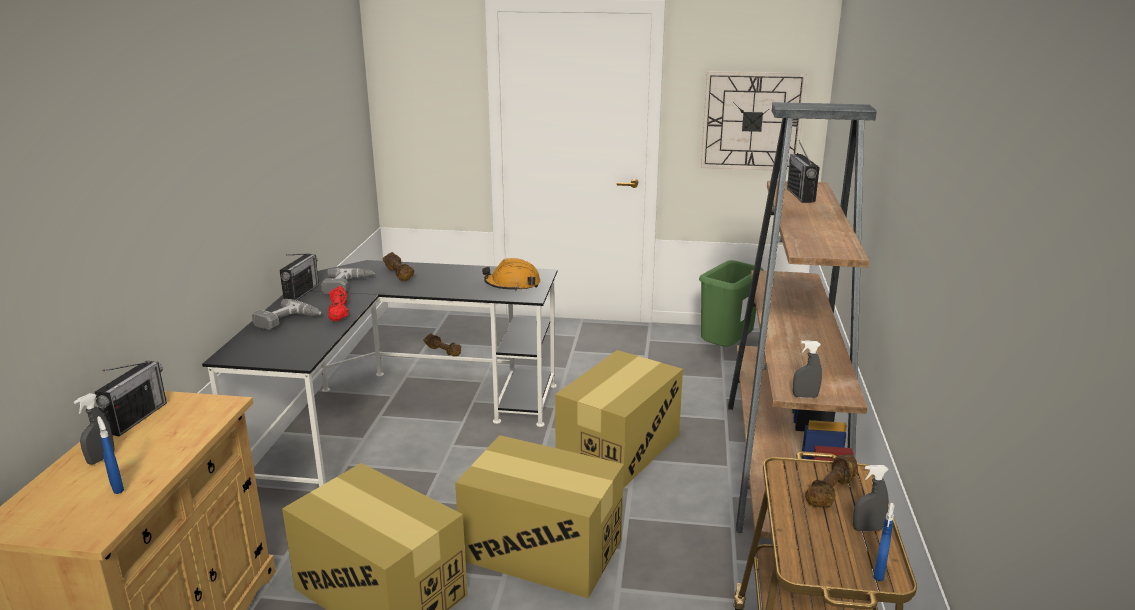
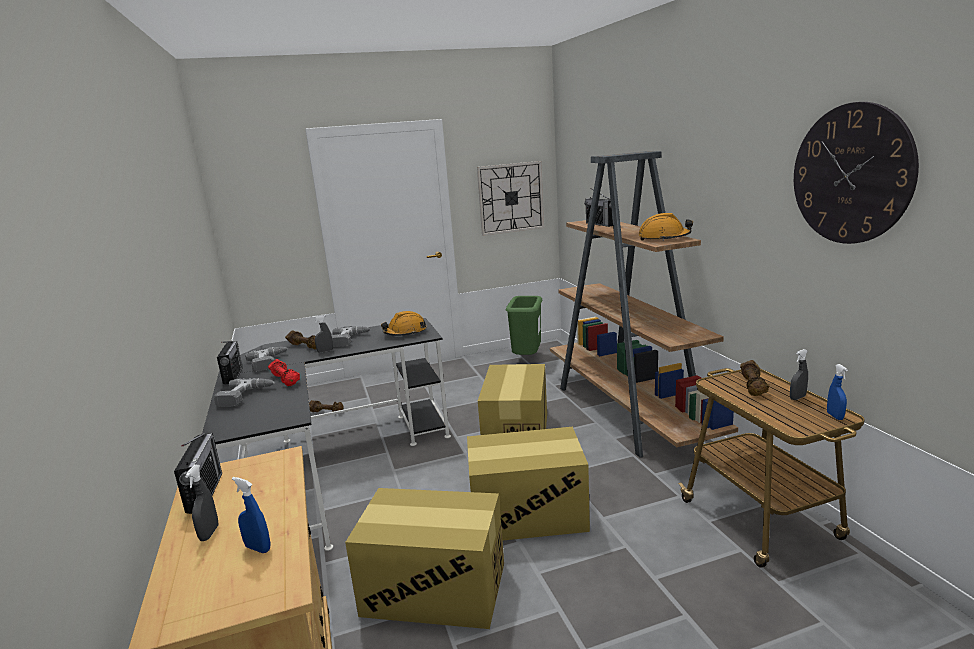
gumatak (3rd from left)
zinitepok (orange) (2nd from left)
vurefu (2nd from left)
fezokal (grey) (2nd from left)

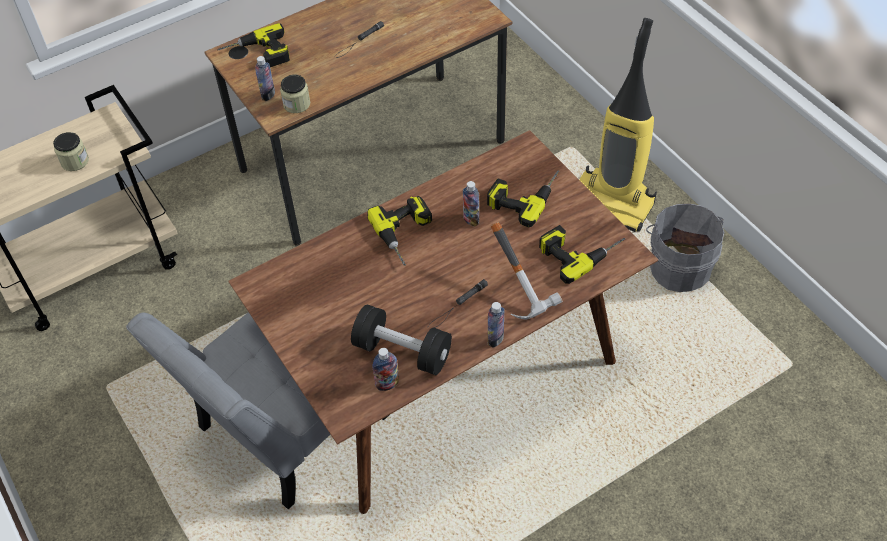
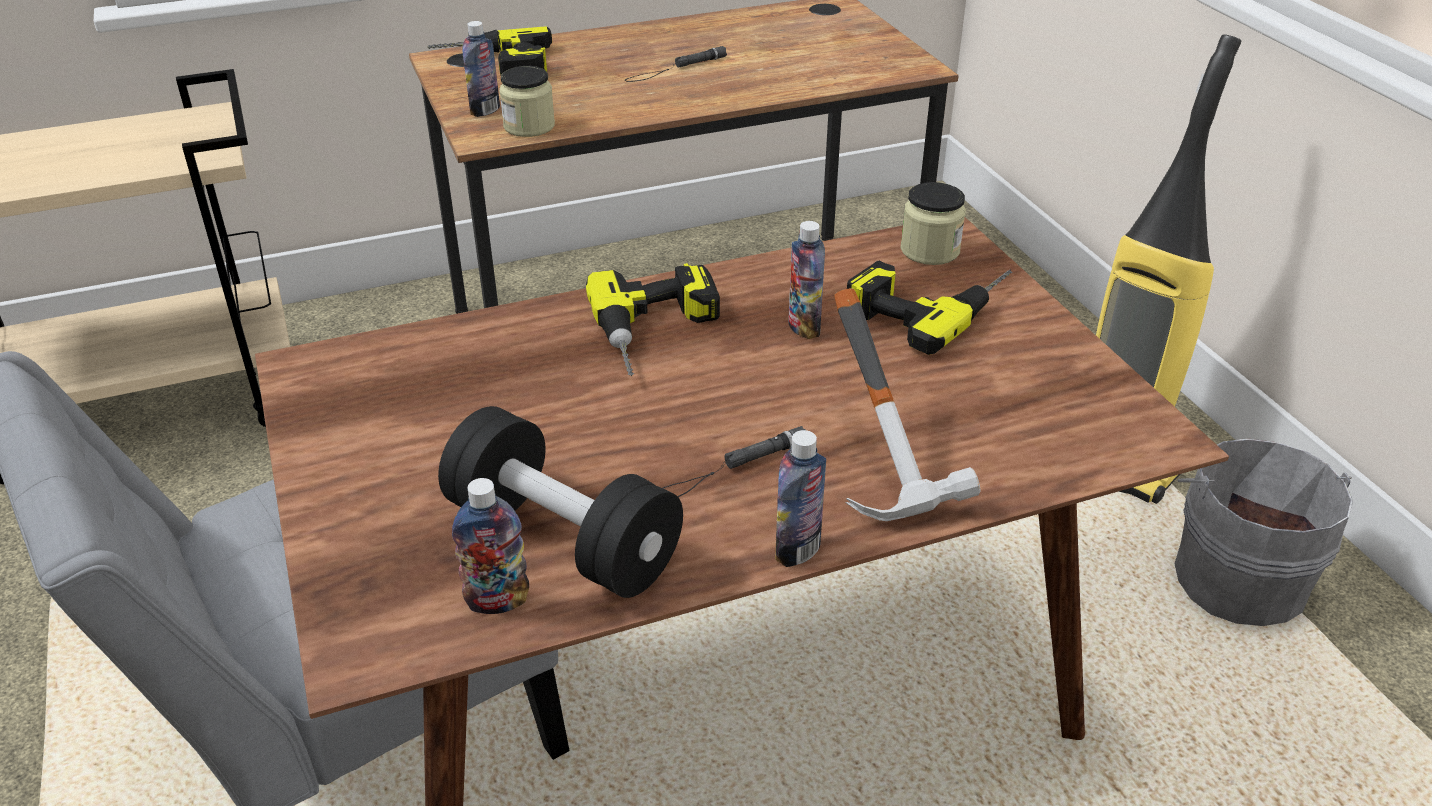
gumatak (4th from left in the first image)
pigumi (2nd from left)

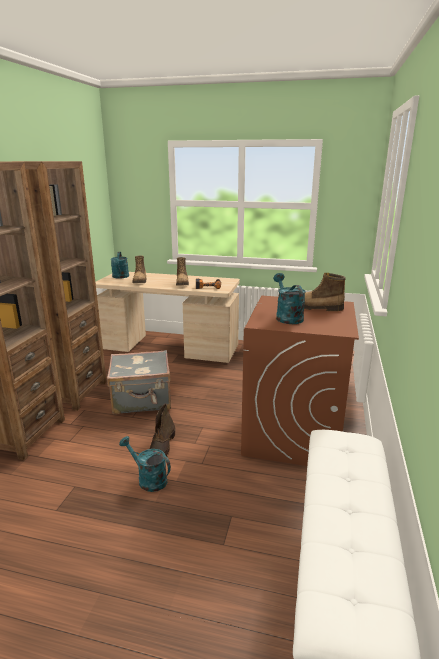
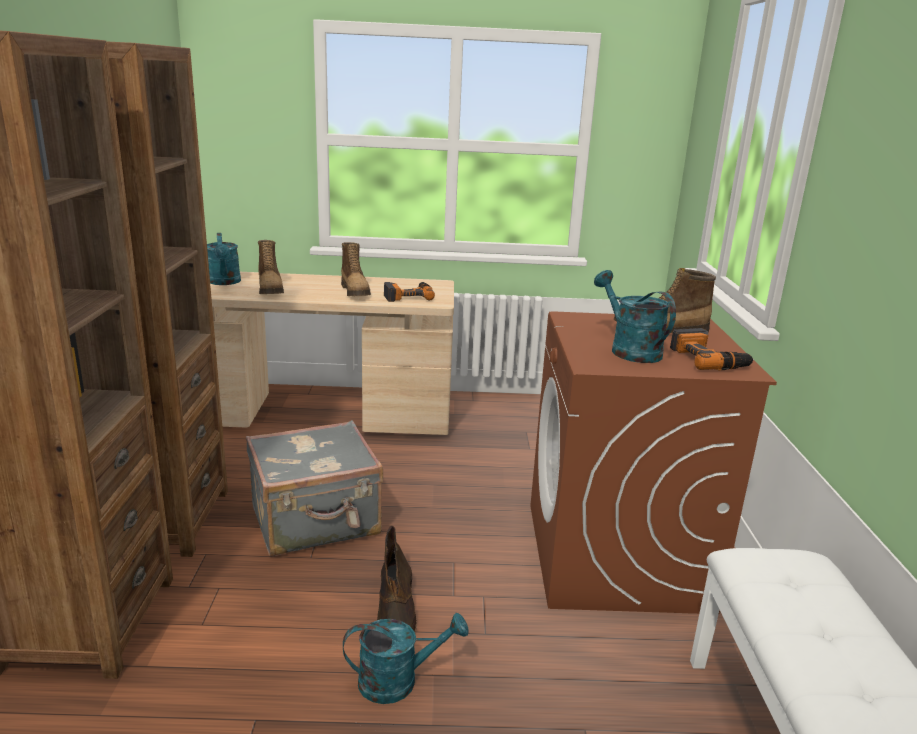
gumatak (2nd from left)
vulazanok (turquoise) (2nd from left)

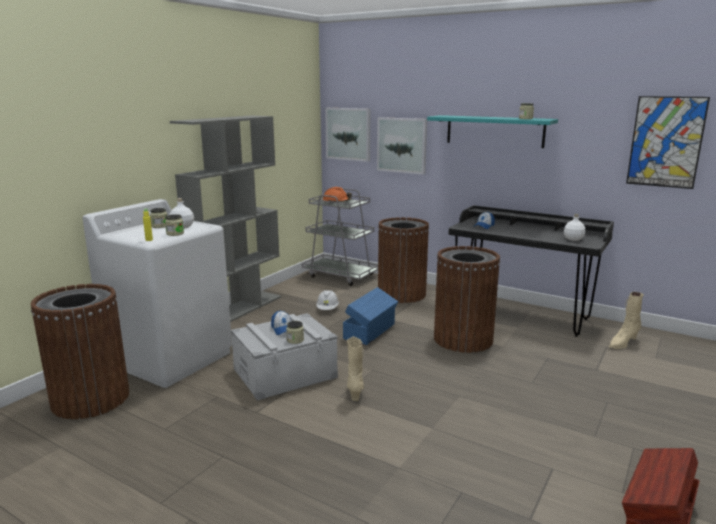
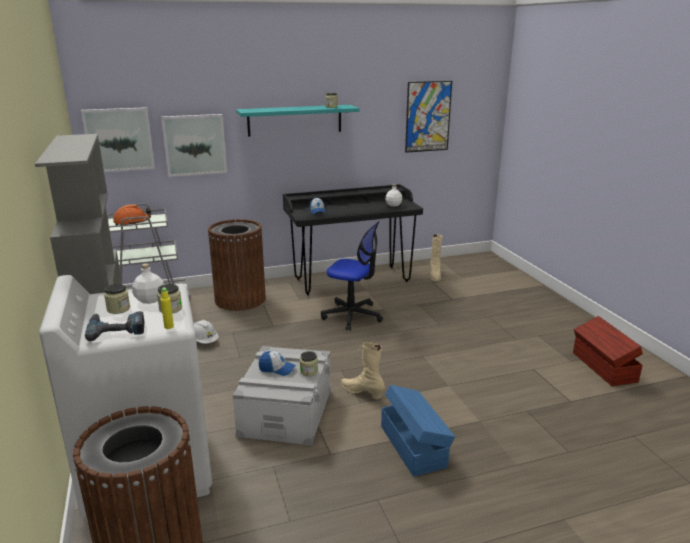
gumatak
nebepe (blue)
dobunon

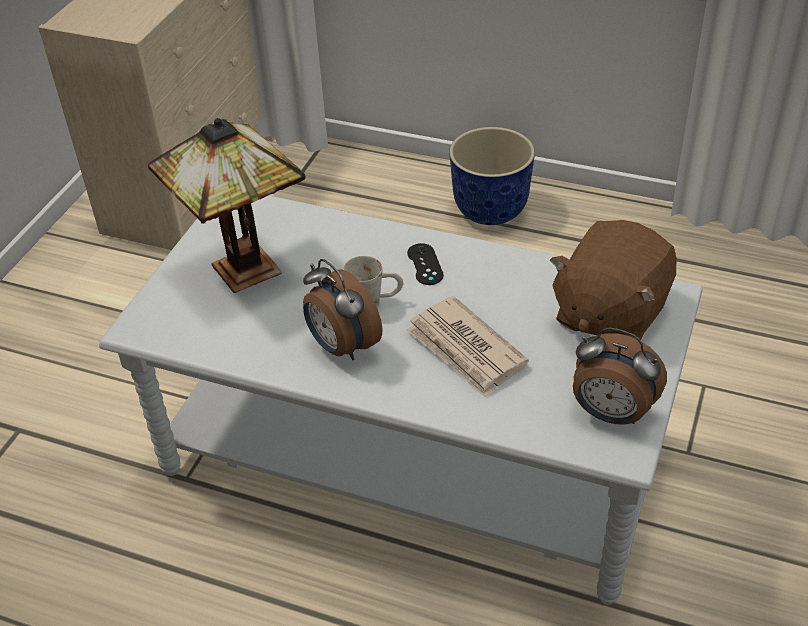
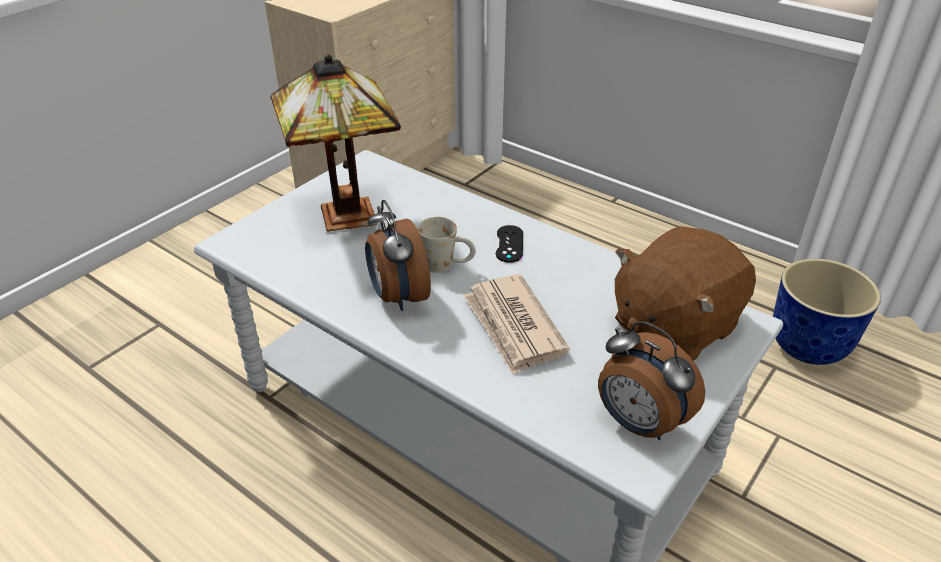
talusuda

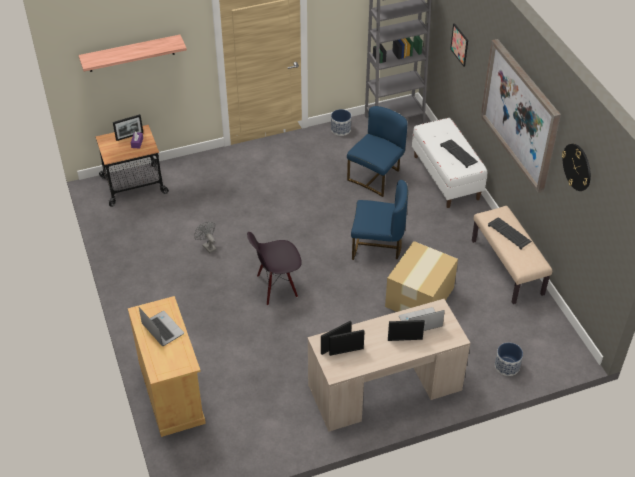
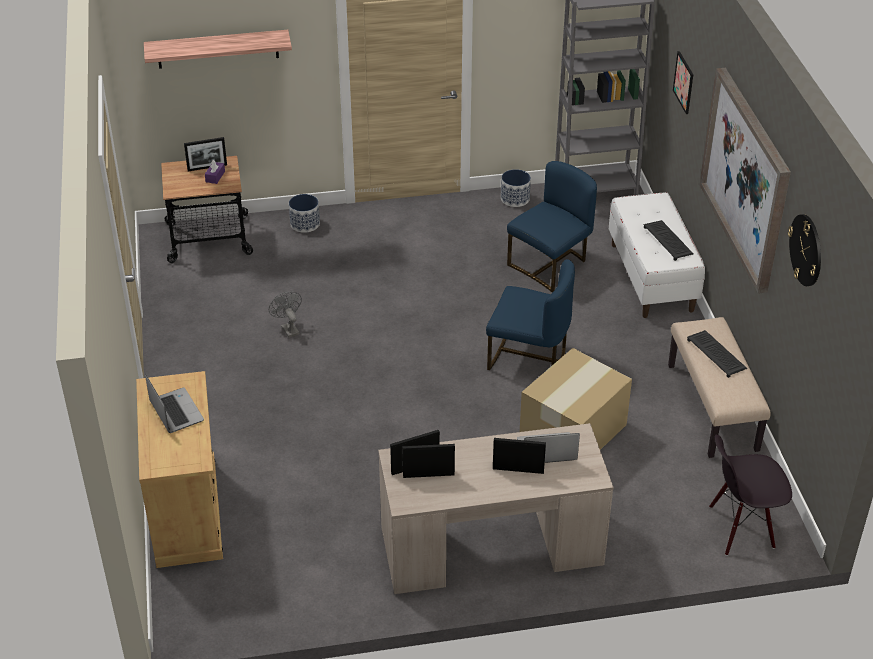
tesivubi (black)
talusuda (1st from left)

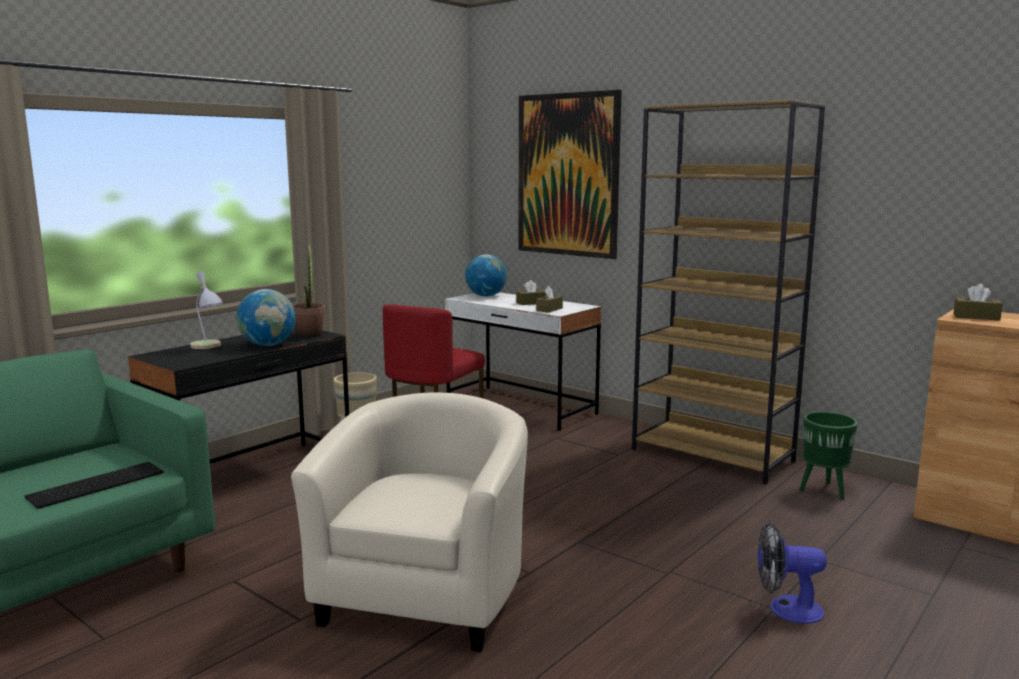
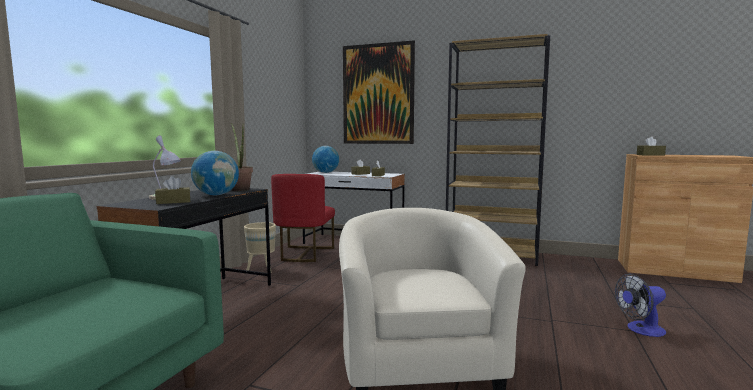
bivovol
talusuda (green)
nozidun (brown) (1st from left)

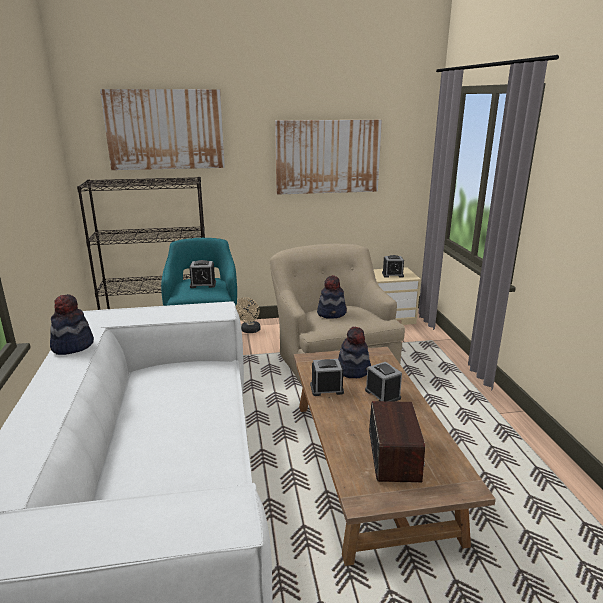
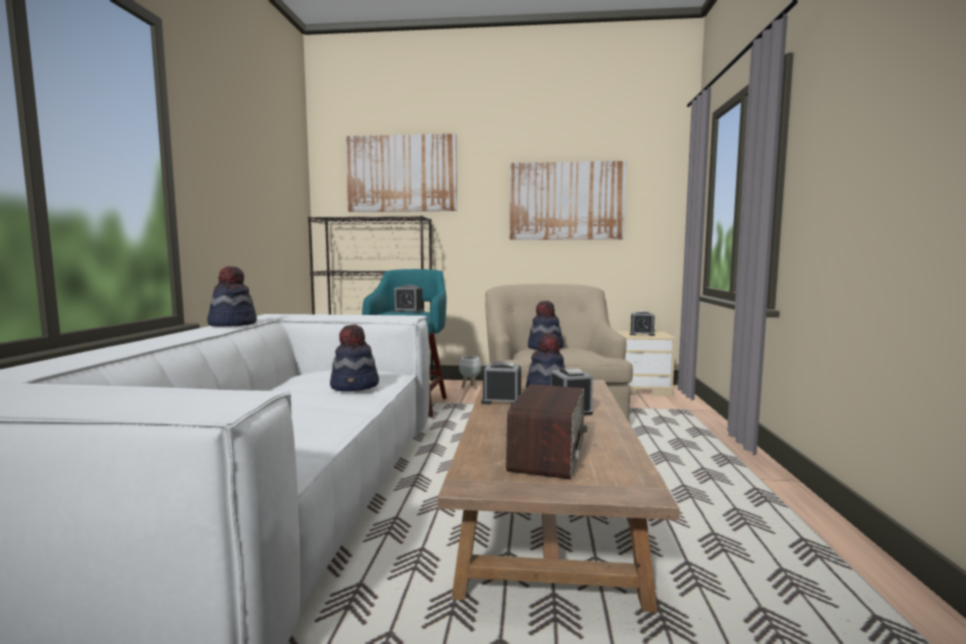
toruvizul (2nd from left)
talusuda (white)

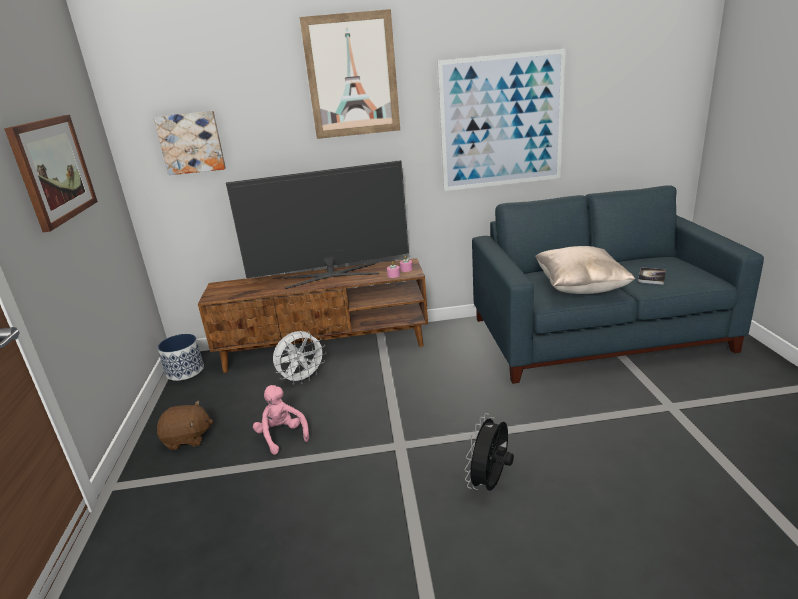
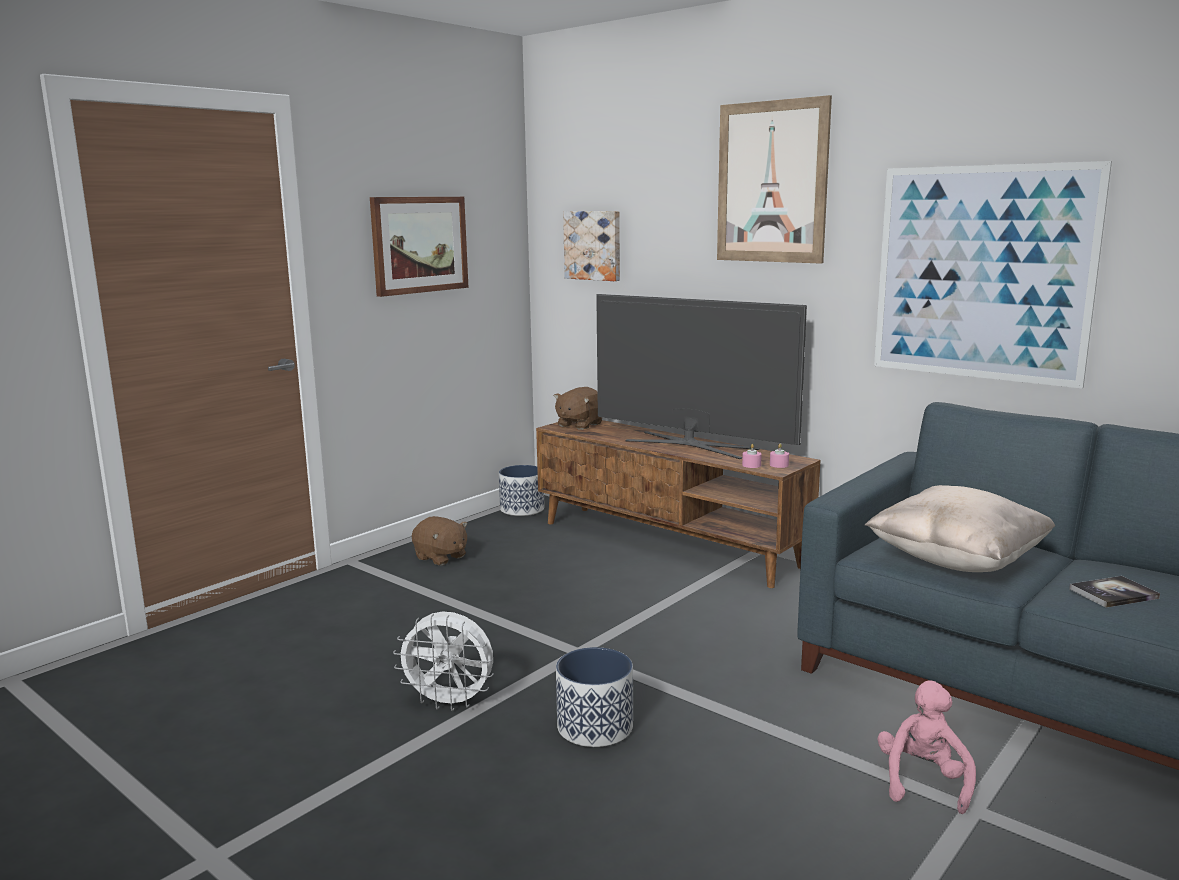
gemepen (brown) (2nd from left)
gemepen (pink)
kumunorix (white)
talusuda (2nd from left)

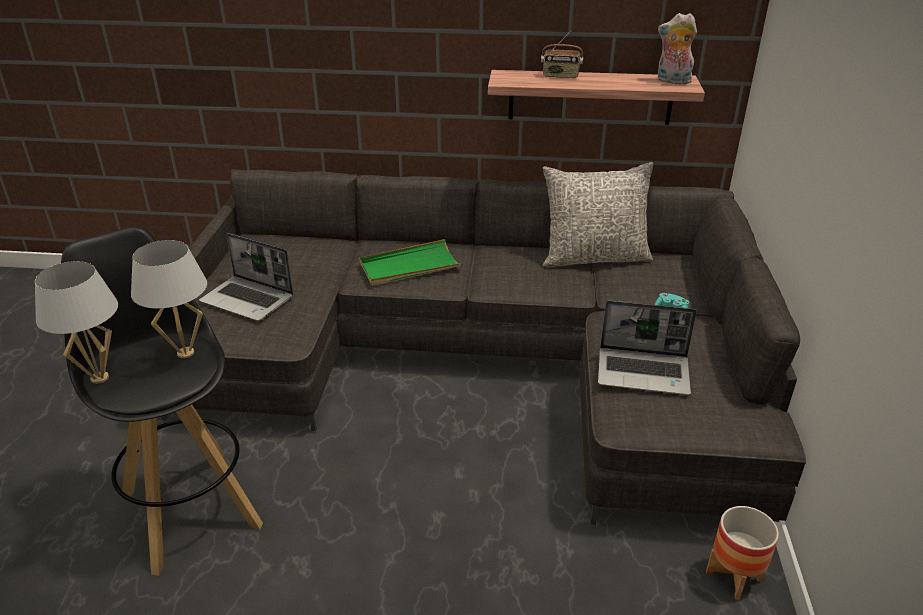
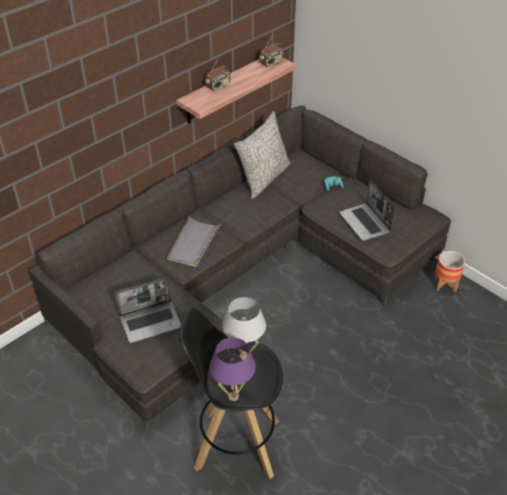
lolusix (2nd from left)
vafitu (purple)
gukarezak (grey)
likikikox (2nd from left)

